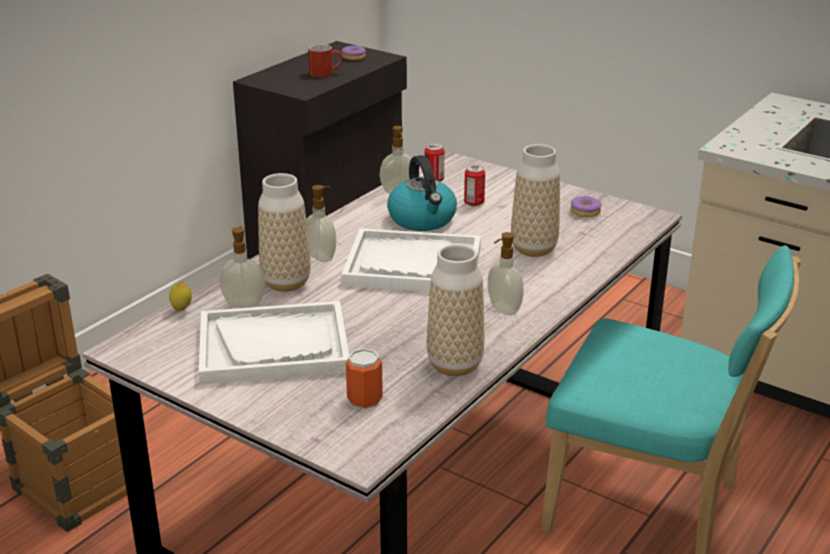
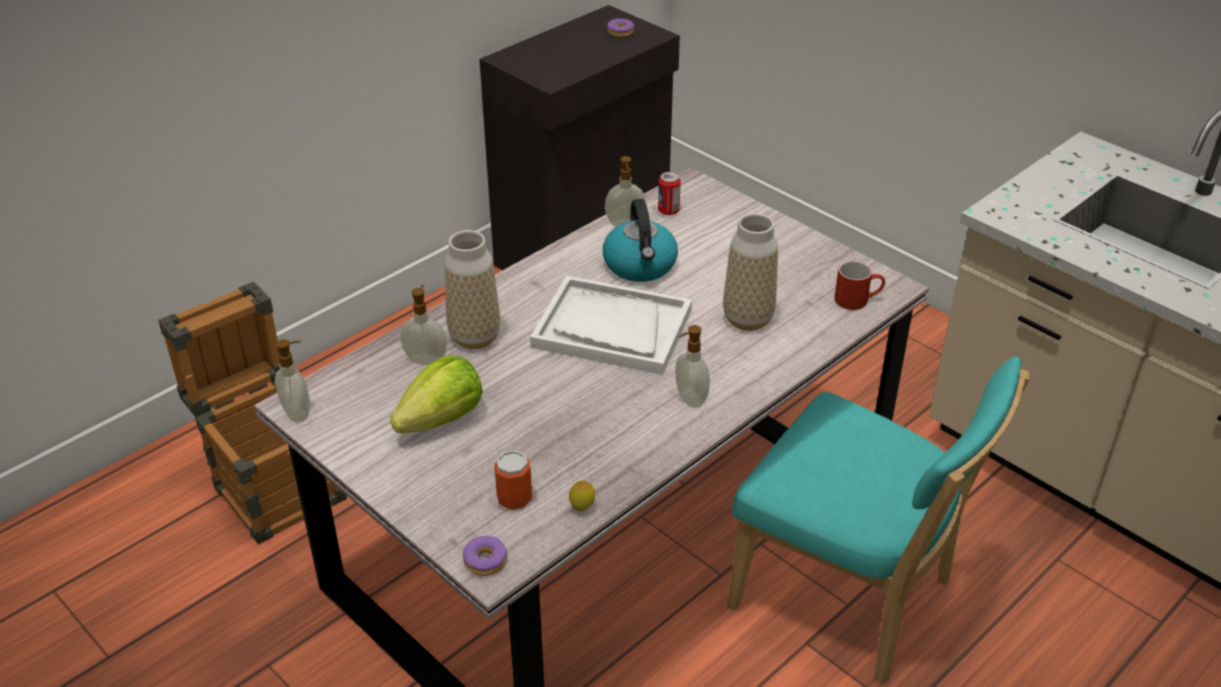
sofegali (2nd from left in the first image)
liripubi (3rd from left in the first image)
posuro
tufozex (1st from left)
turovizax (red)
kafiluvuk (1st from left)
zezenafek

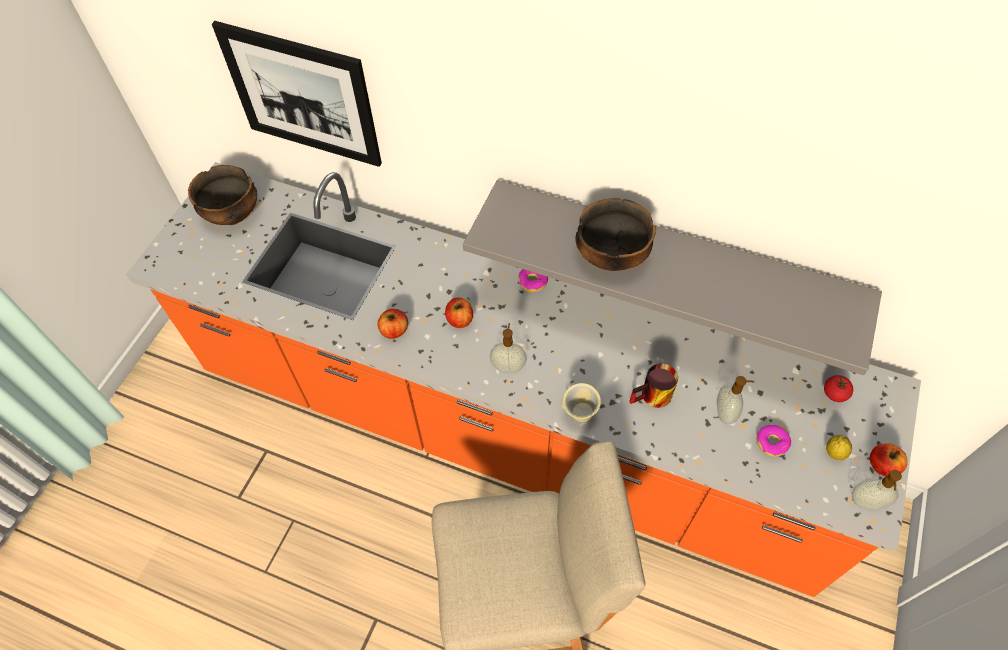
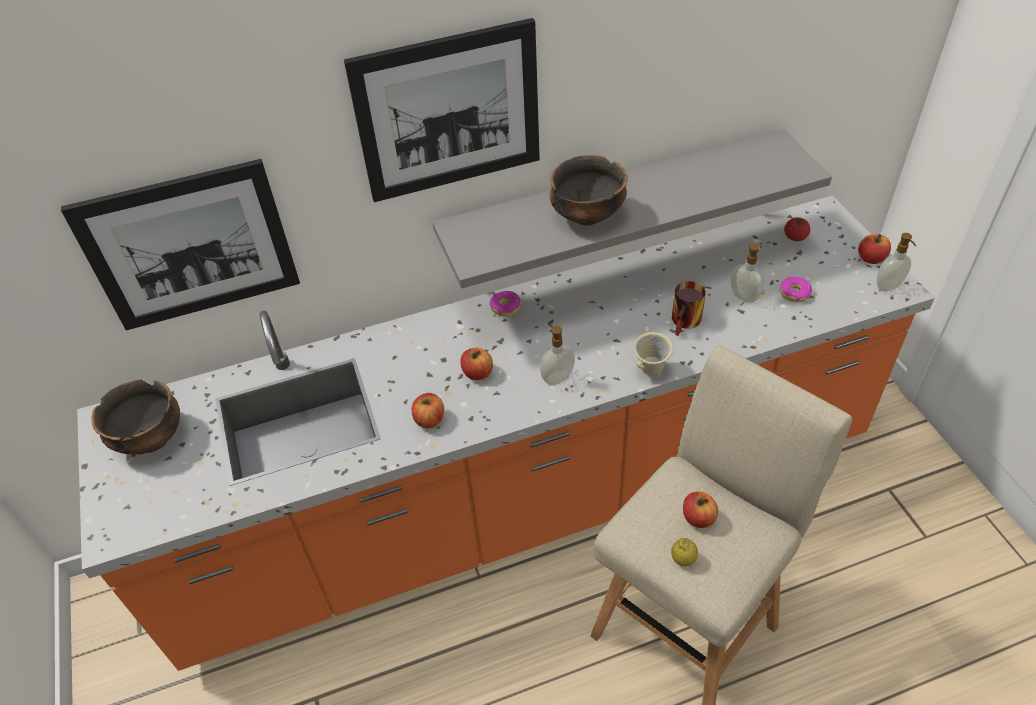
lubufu (2nd from left)
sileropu (3rd from left)
posuro

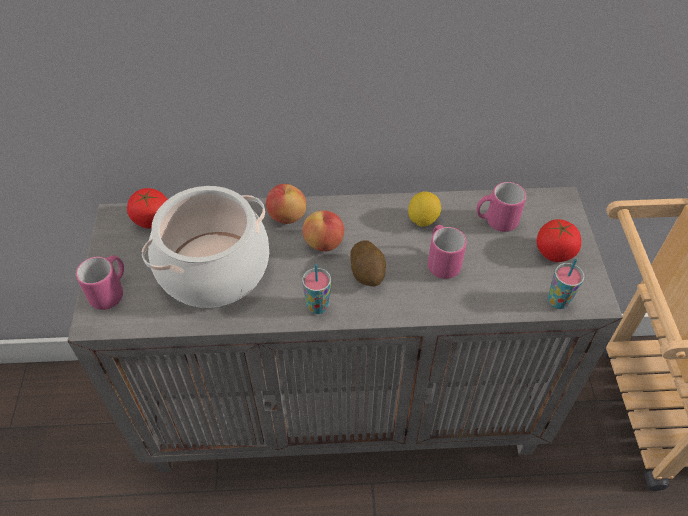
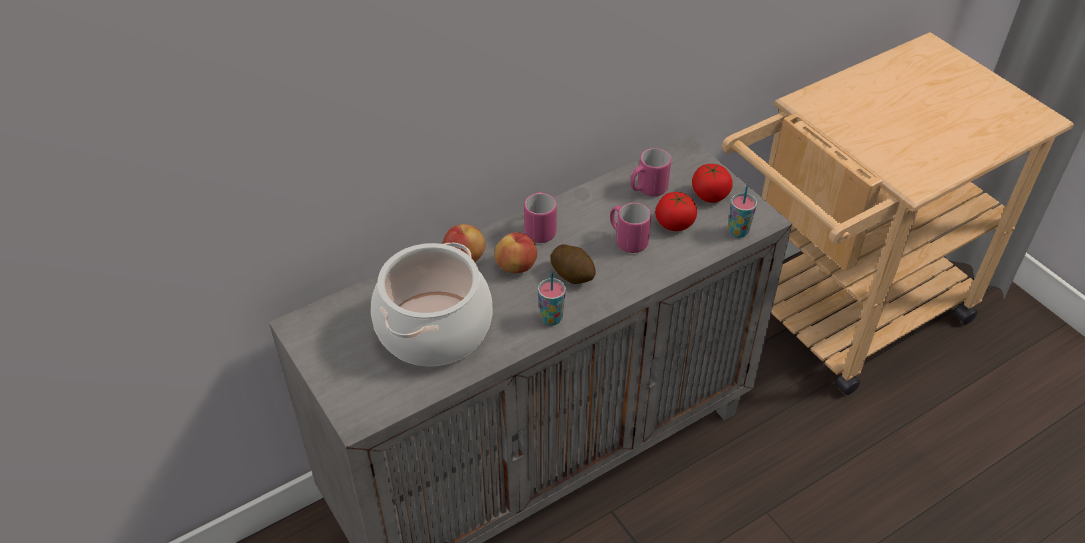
posuro
turovizax (pink) (1st from left)
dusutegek (1st from left)

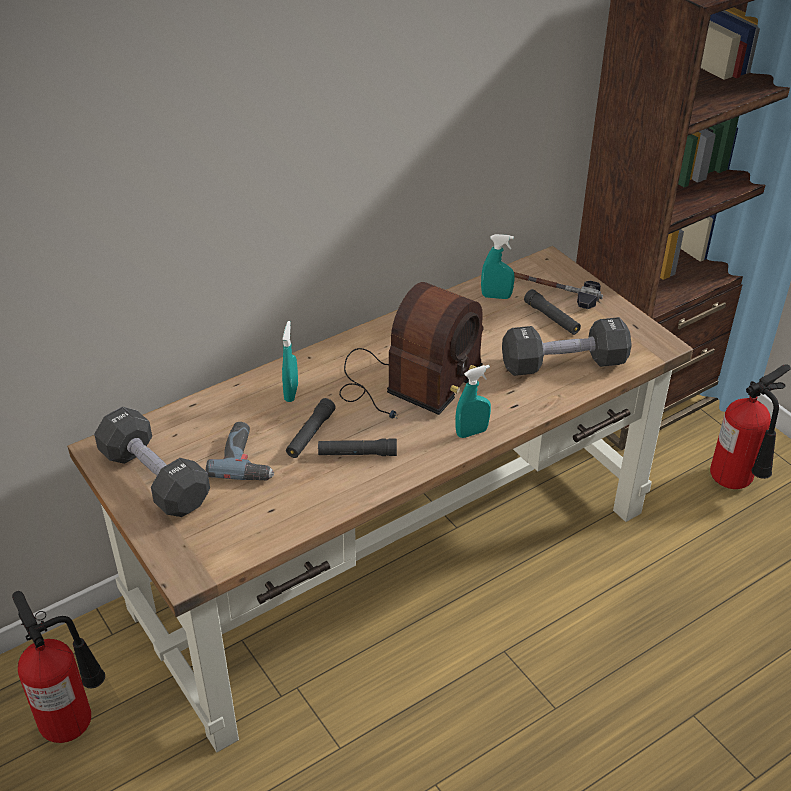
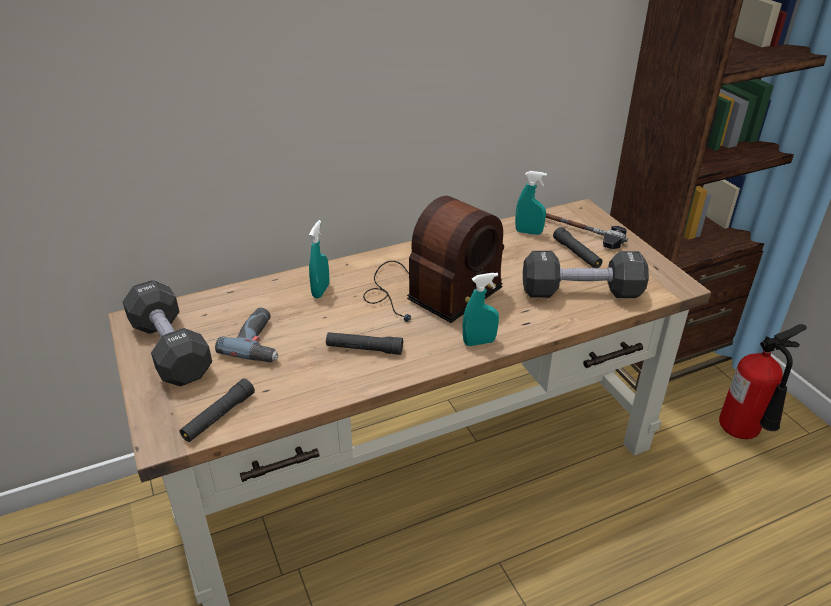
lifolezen (1st from left in the first image)
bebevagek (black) (1st from left)

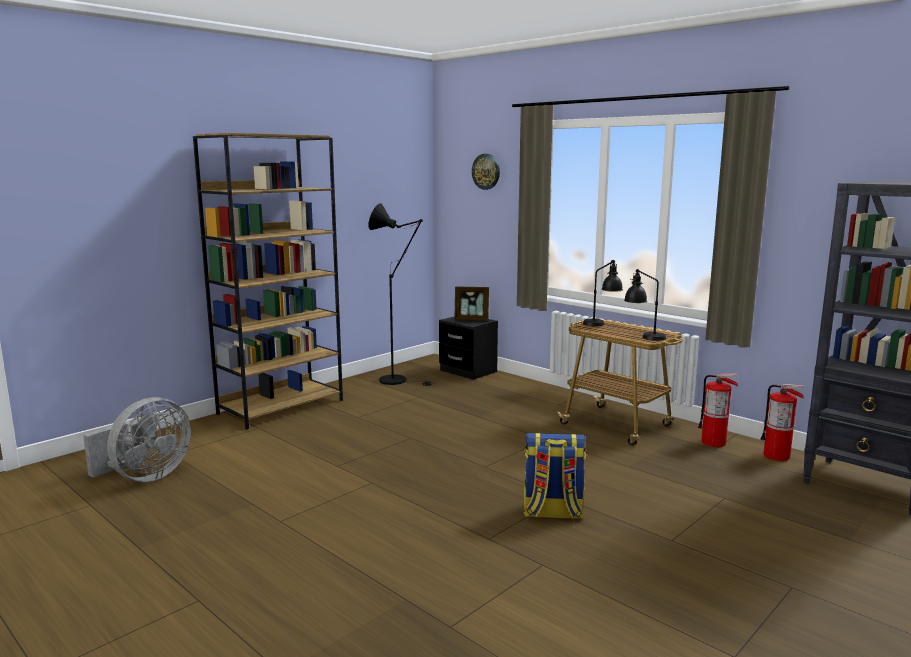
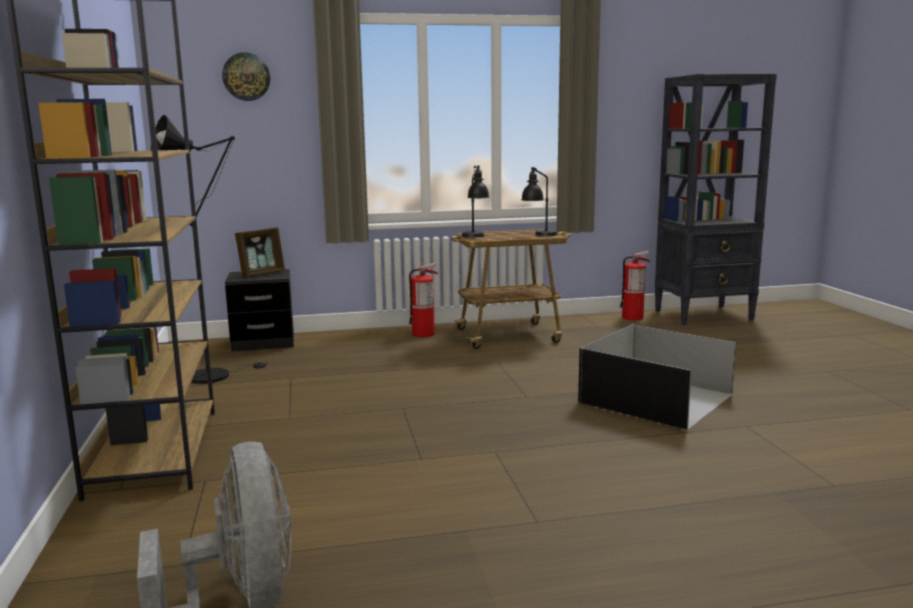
lifolezen (1st from left)
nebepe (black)

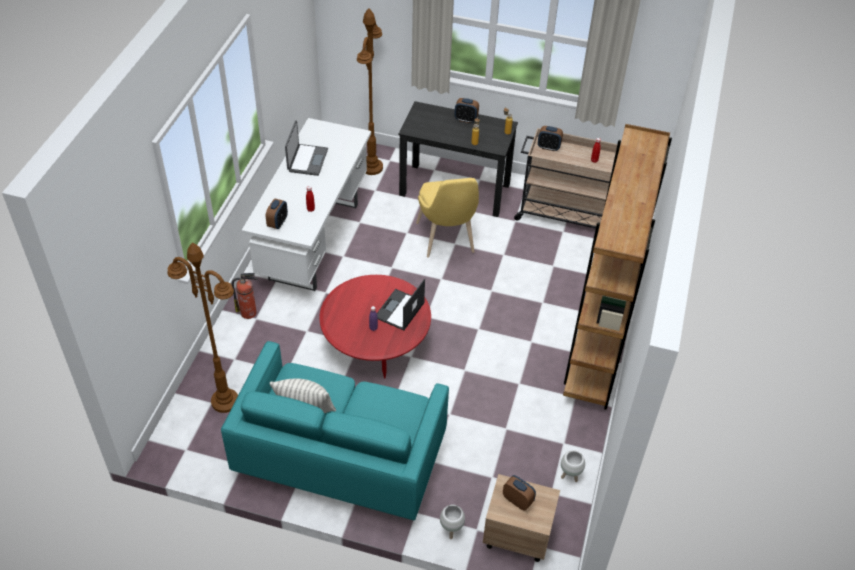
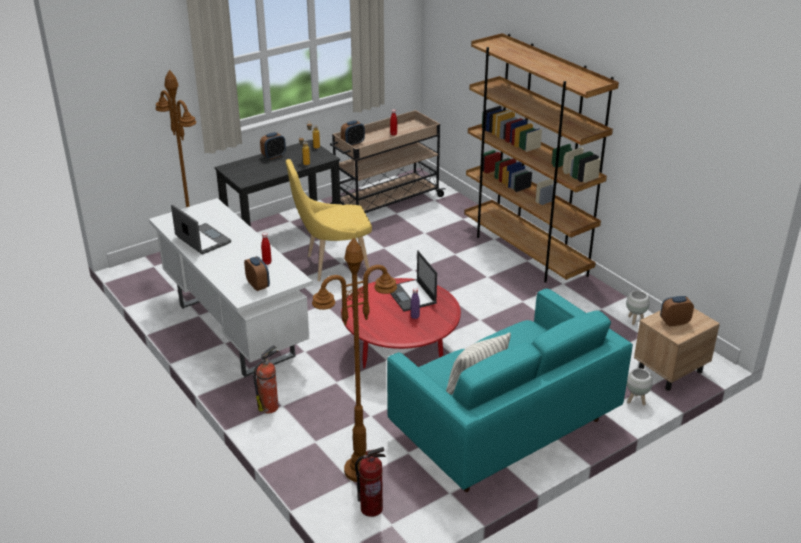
lifolezen (2nd from left)
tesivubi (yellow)

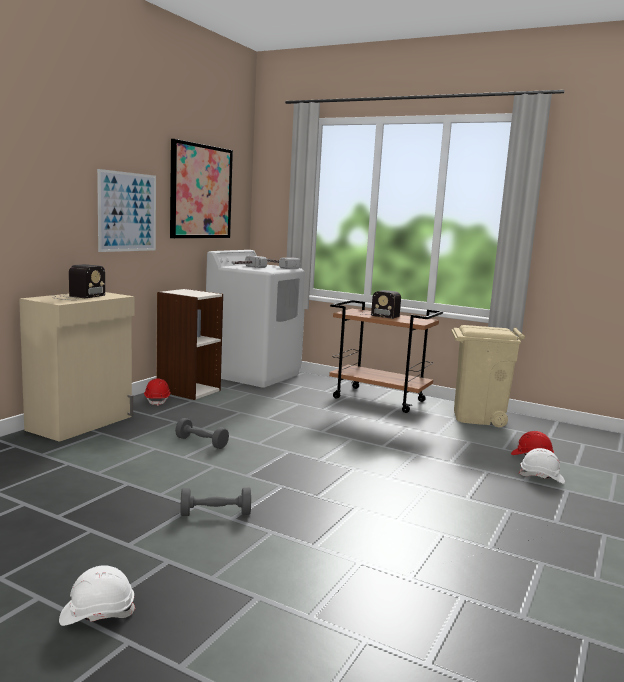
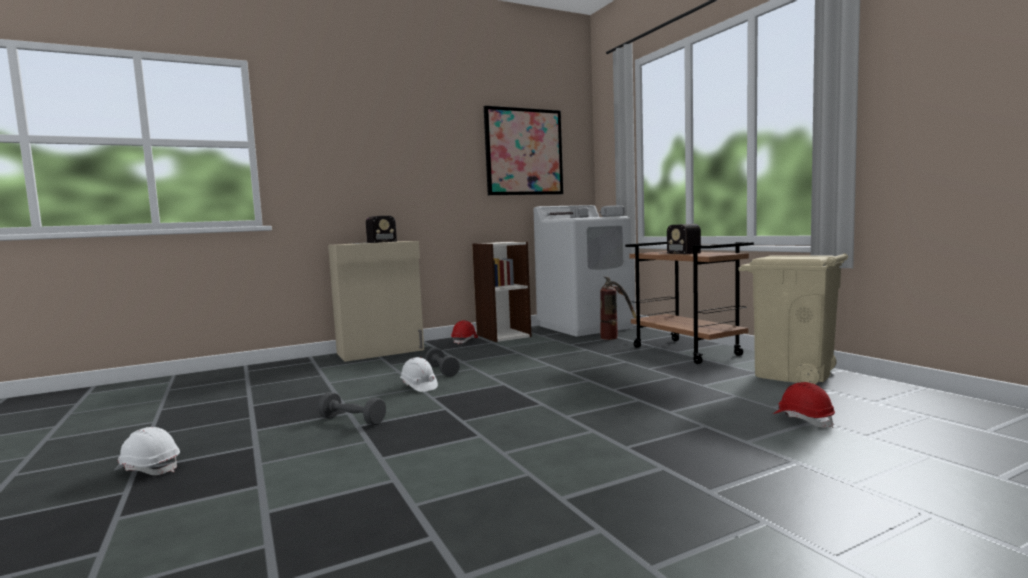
lubufu (1st from left in the first image)
lifolezen
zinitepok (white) (2nd from left)

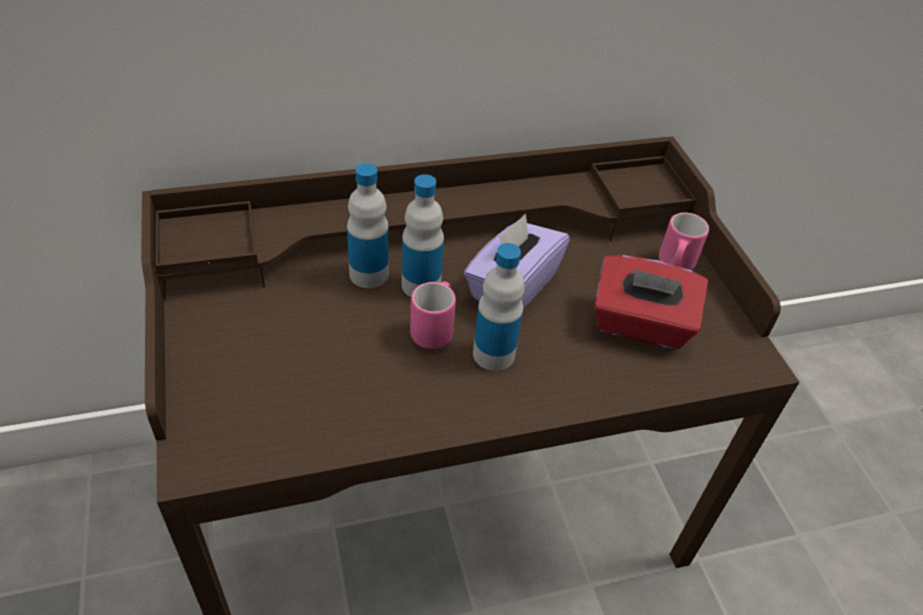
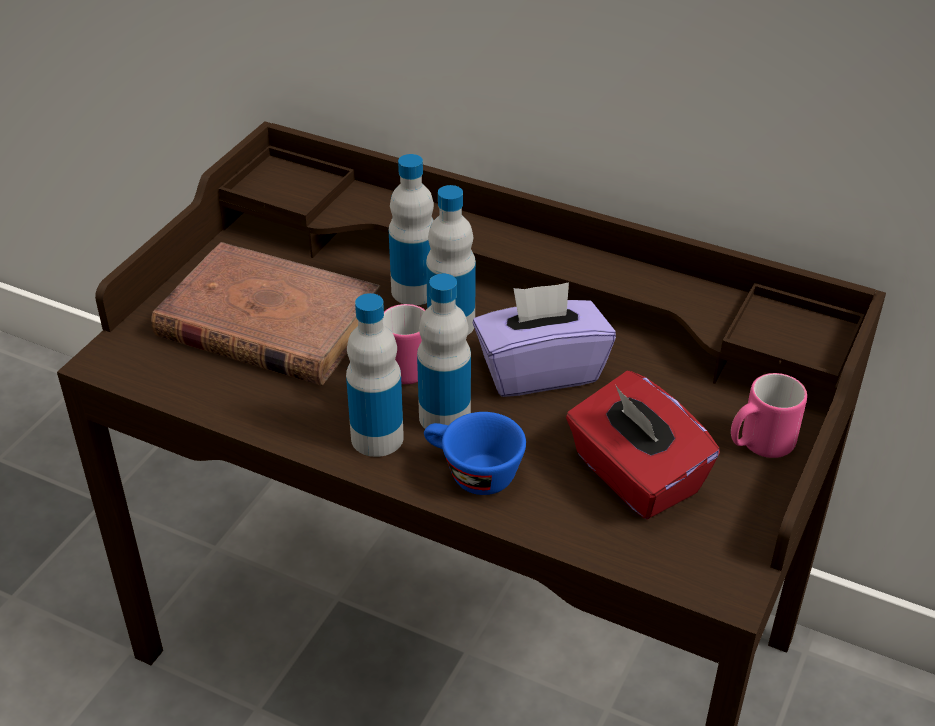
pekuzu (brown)
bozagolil (1st from left)
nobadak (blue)

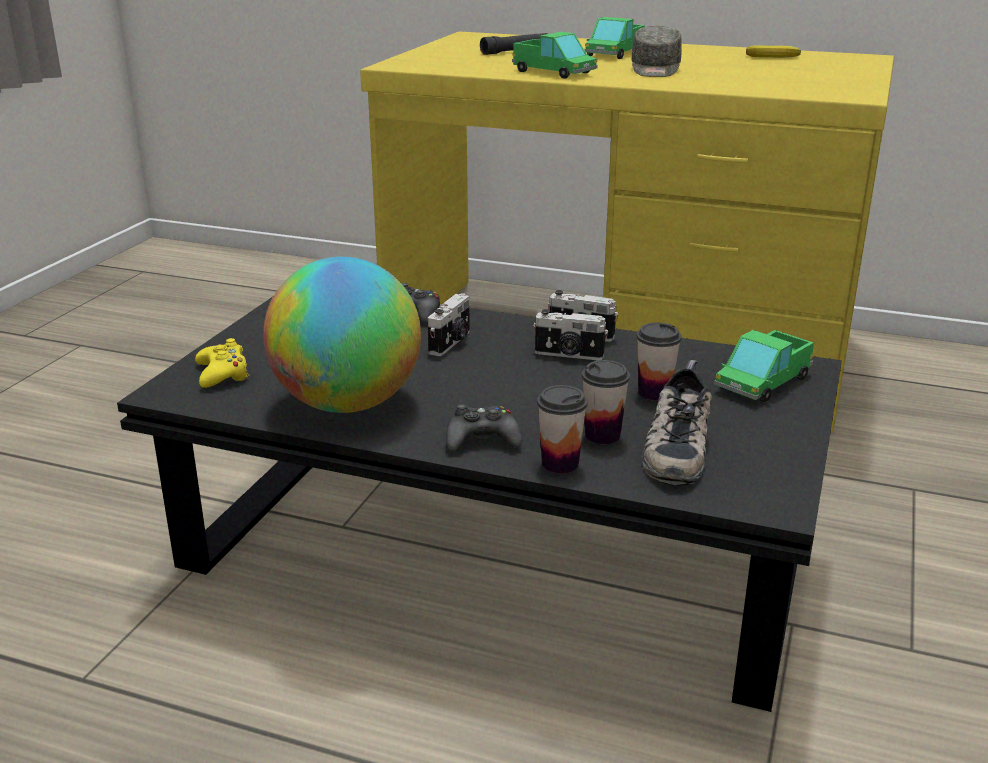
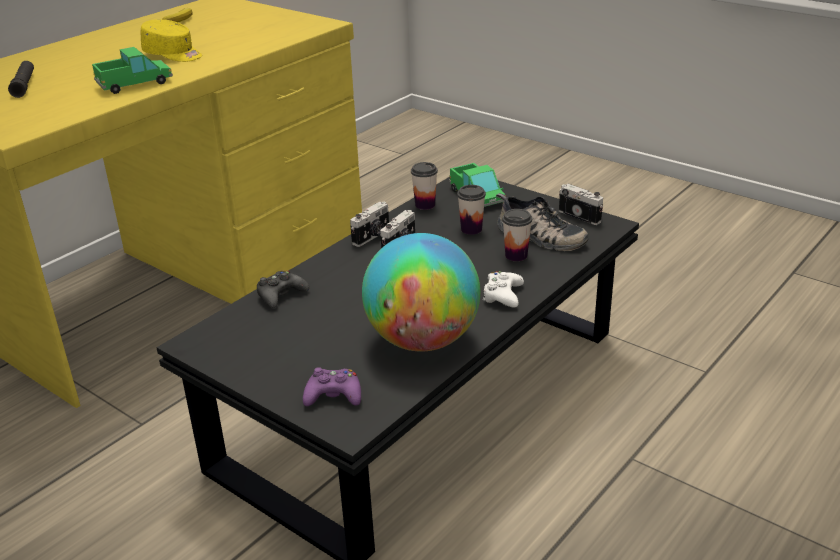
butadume (2nd from left in the first image)
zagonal (3rd from left)
nobadak (1st from left)
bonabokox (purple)
bonabokox (white)
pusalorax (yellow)

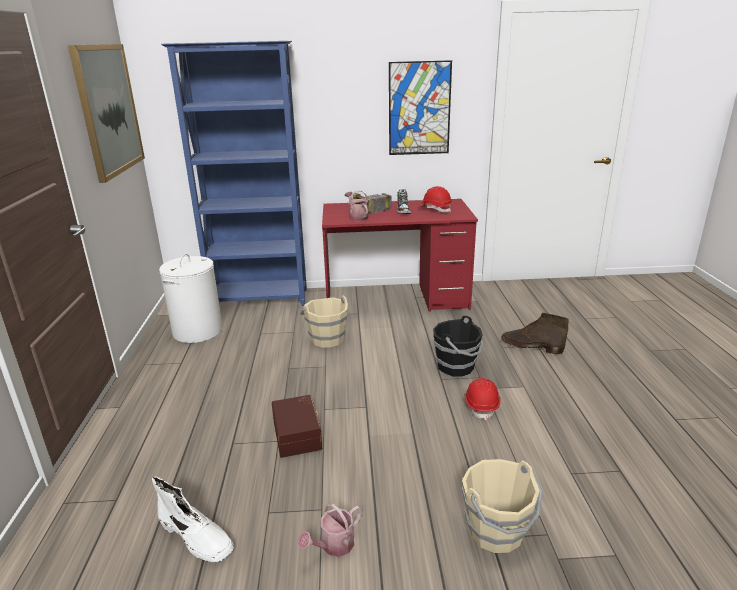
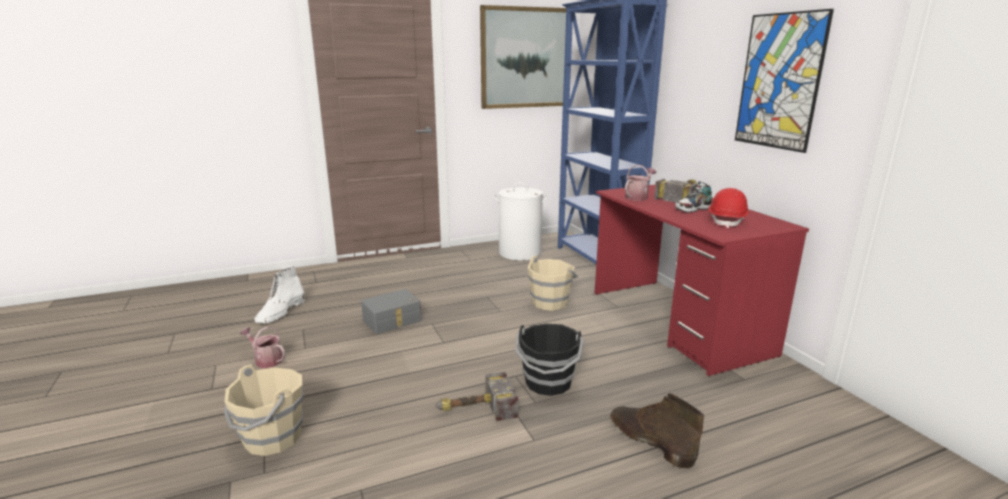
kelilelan (1st from left)
nebepe (grey)
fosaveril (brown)

